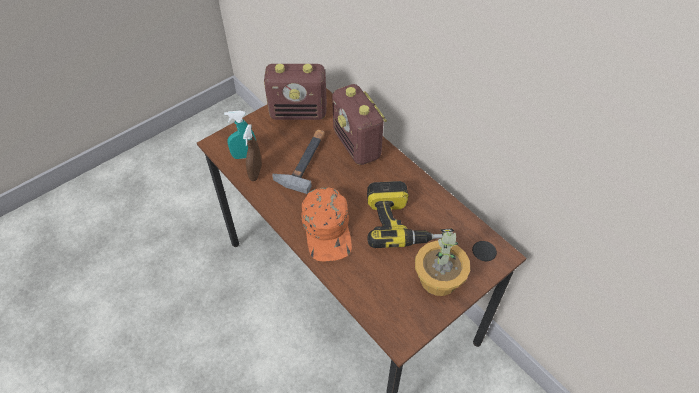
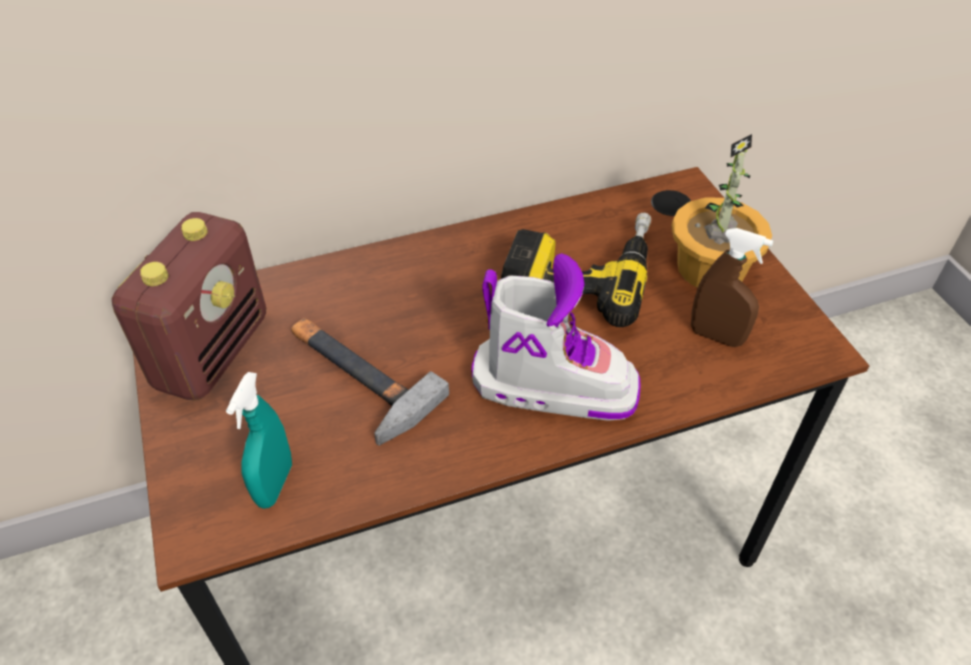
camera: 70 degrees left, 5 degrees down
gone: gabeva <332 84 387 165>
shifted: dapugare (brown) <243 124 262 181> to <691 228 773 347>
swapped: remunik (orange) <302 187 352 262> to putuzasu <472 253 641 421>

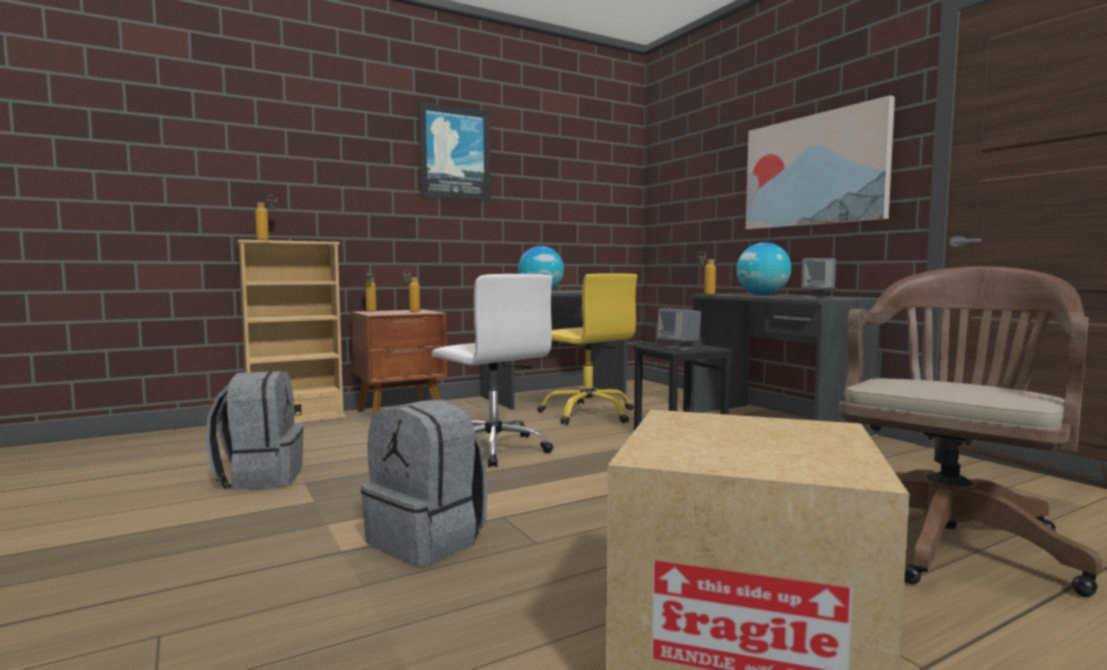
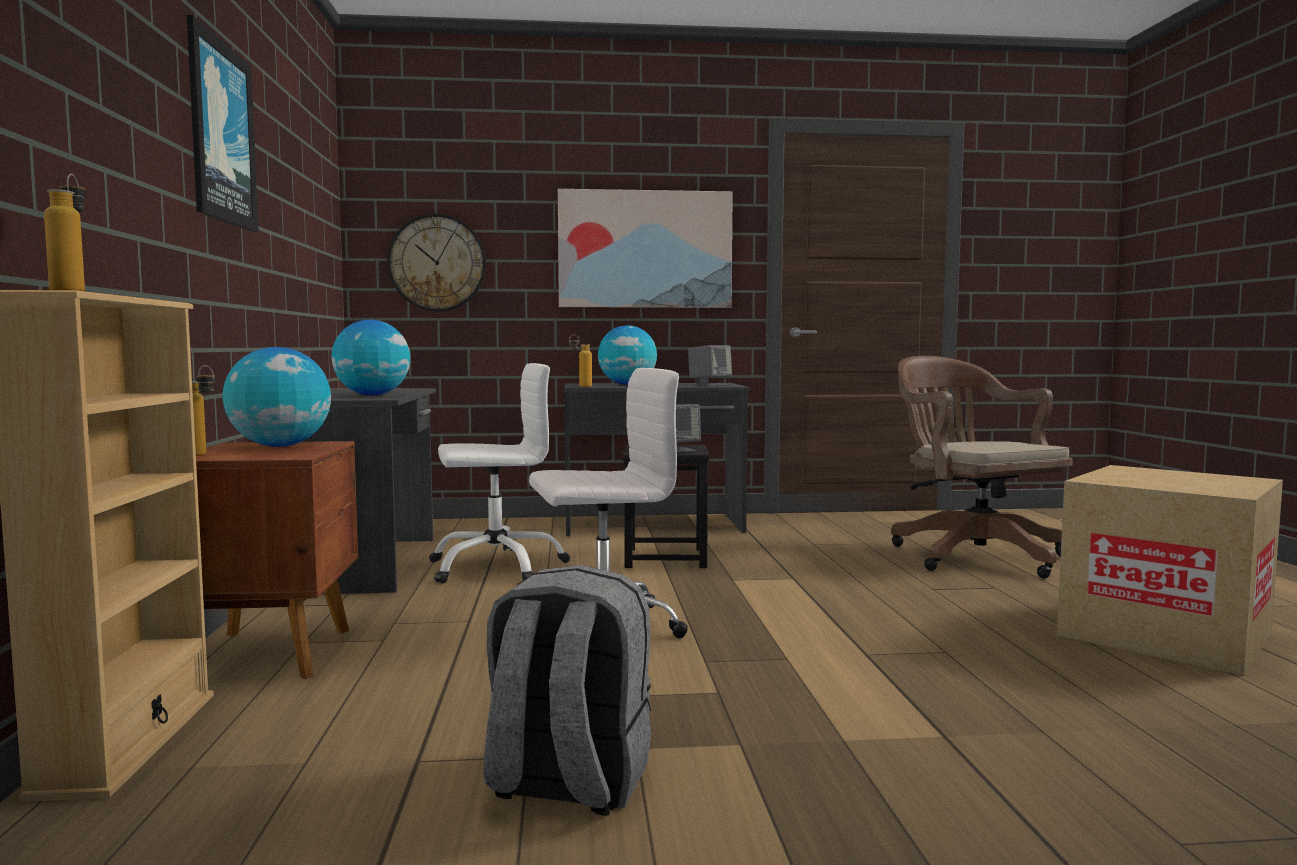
camera: 65 degrees left, 0 degrees up
gone: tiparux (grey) <361 400 487 566>
new: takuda <387 213 486 311>
swapped: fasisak <402 270 420 312> to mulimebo <223 347 331 447>
repainted: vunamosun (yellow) <537 273 637 425> to vunamosun (white) <429 363 570 583>

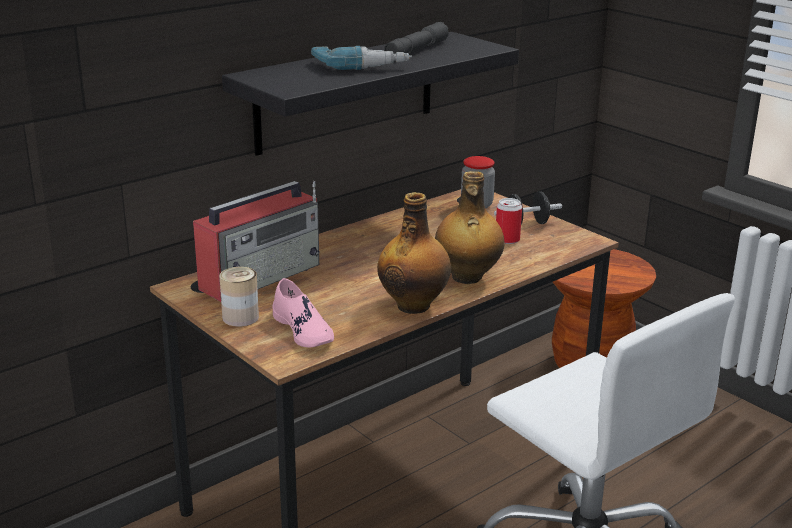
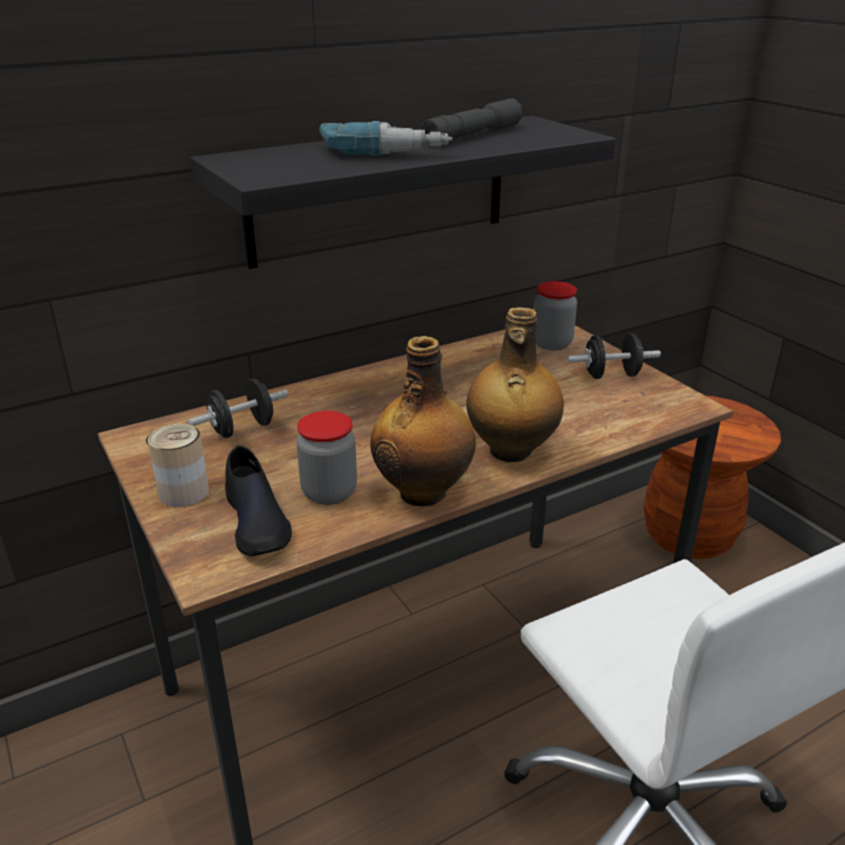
camera: 10 degrees right, 5 degrees up
gone: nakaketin <496 198 522 244>
new: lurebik <297 411 357 505>
swapped: gabeva <193 181 320 302> to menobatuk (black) <187 379 289 438>
repainted: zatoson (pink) <273 278 334 347> to zatoson (black) <225 445 292 556>

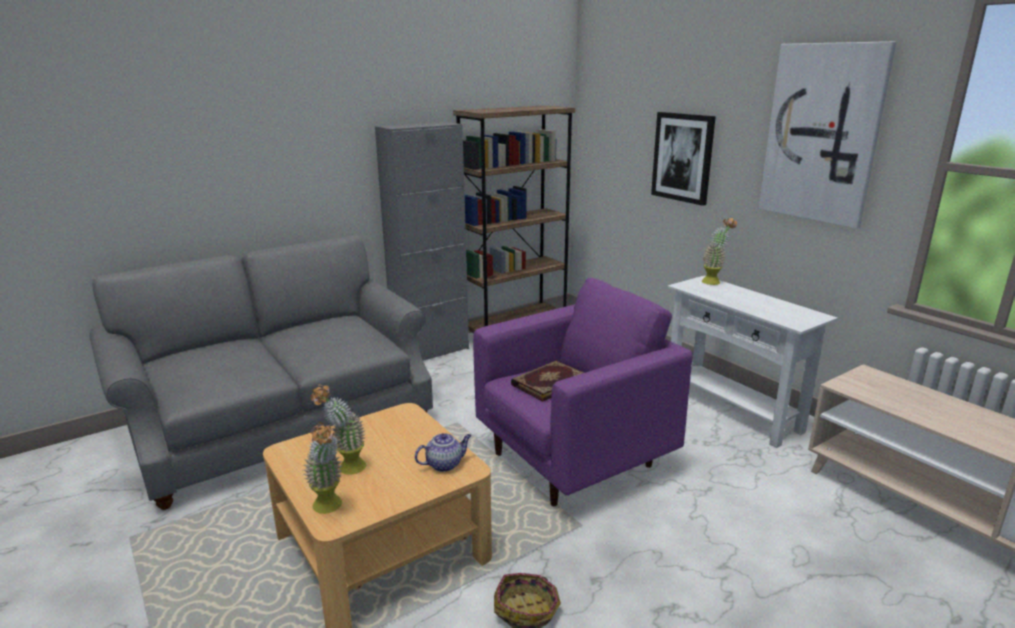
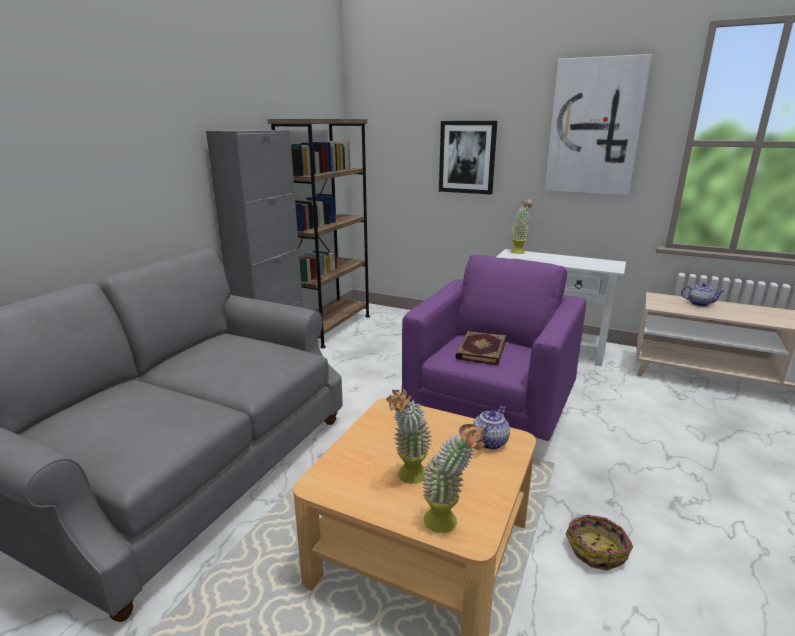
camera: 30 degrees left, 0 degrees up
new: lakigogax <681 283 724 307>

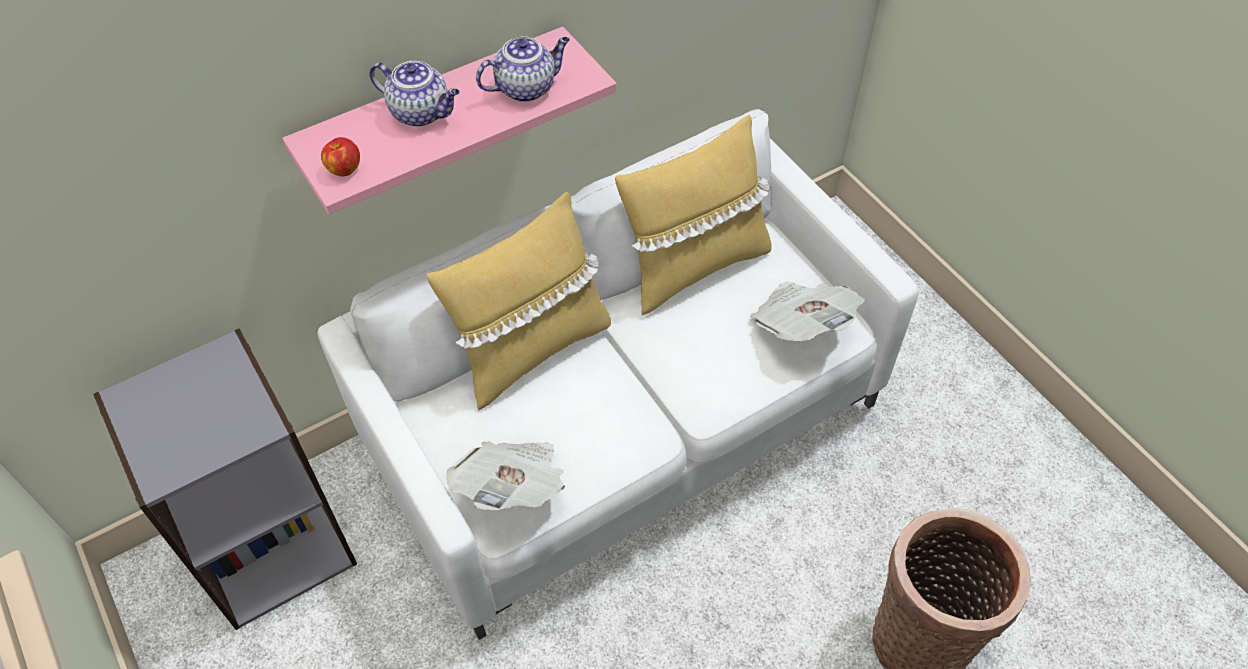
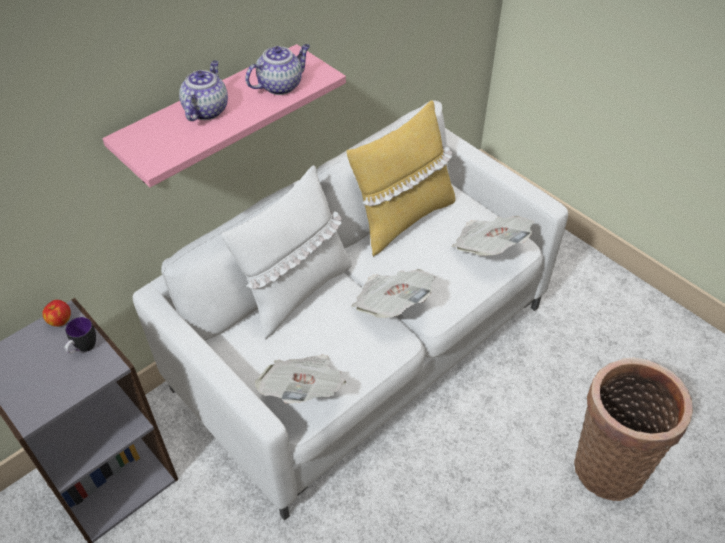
camera: 10 degrees left, 5 degrees down
new: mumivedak <65 317 96 353>; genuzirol <351 269 436 318>
shifted: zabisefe <321 137 360 176> to <42 300 71 327>
repainted: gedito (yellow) <427 192 611 410> to gedito (white) <221 165 352 339>
rotated: lakigogax <370 61 460 127> = <179 61 228 121> 90 degrees counterclockwise

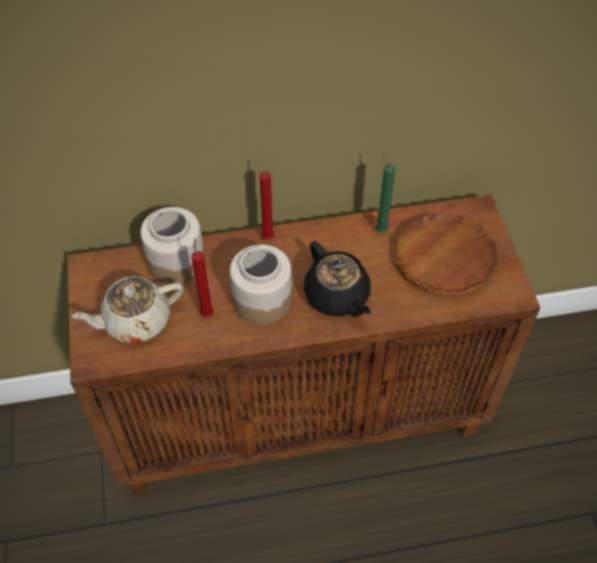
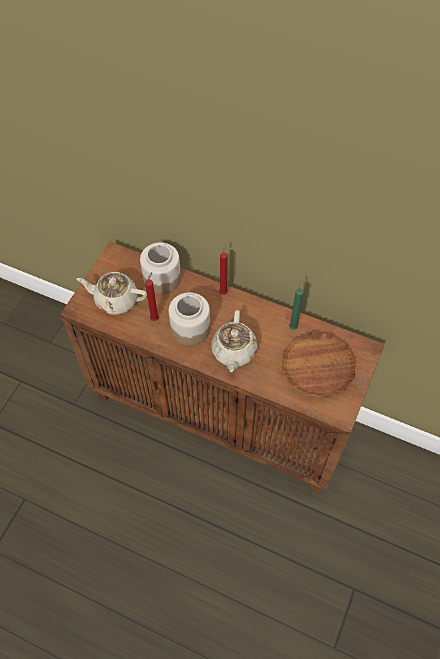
camera: 35 degrees right, 5 degrees up
repainted: lakigogax (black) <304 241 371 317> to lakigogax (beige) <211 310 258 372>

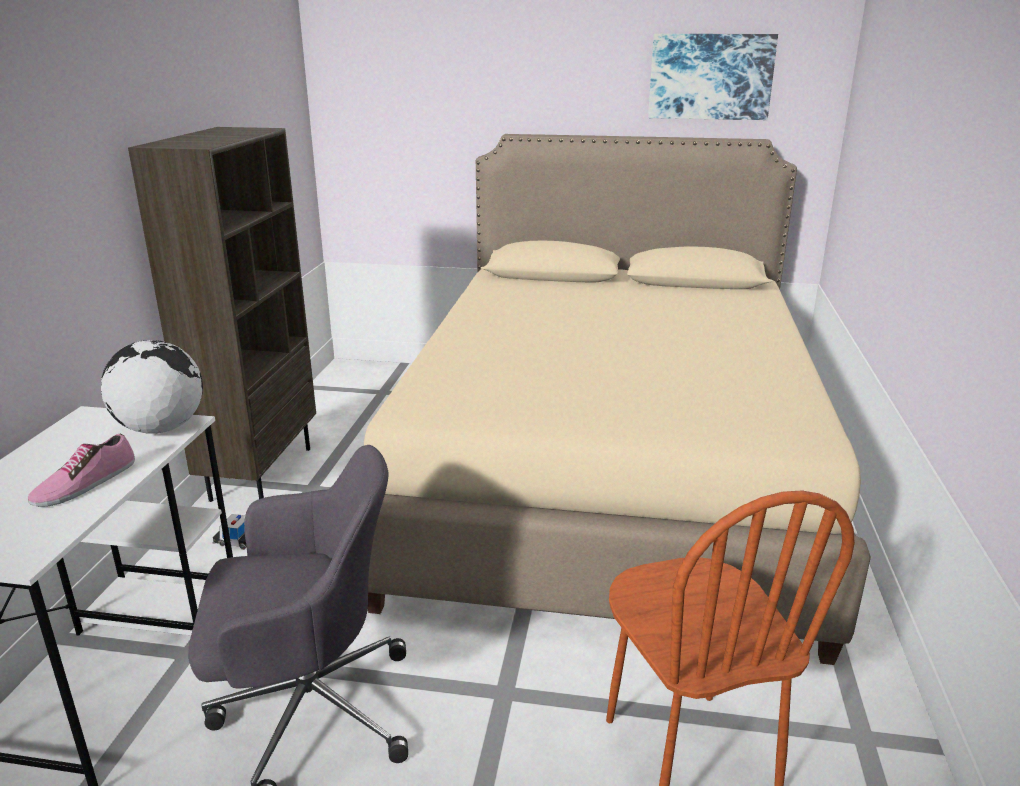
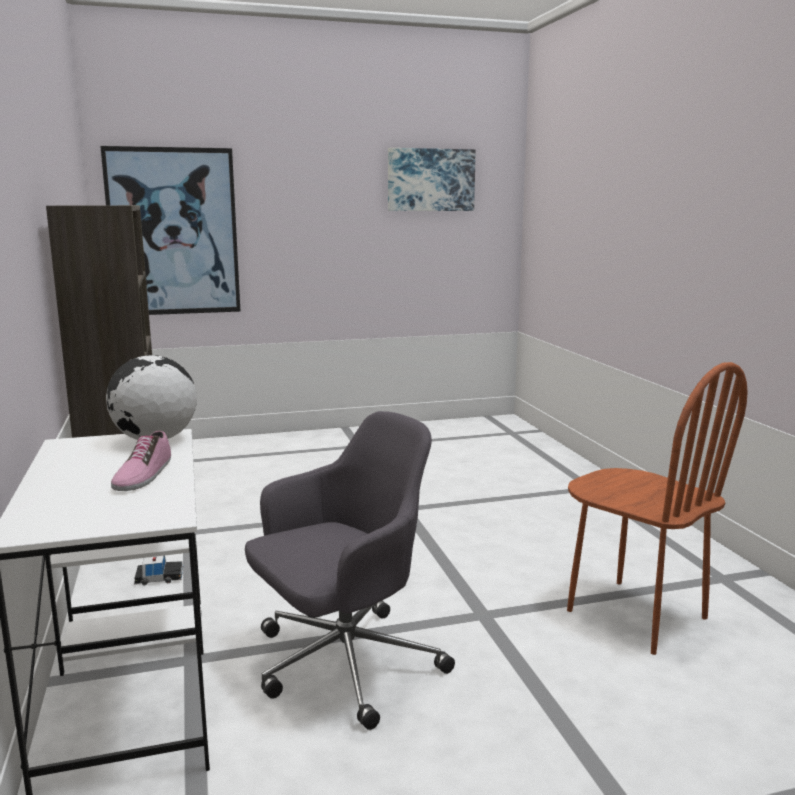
camera: 25 degrees left, 10 degrees down
gone: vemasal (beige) <364 134 871 665>
new: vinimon <100 146 241 315>

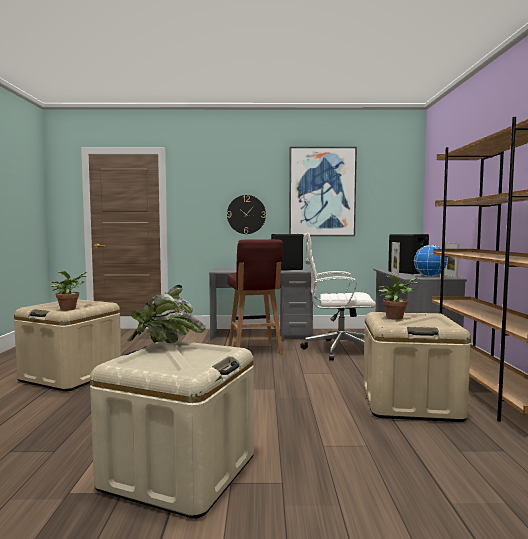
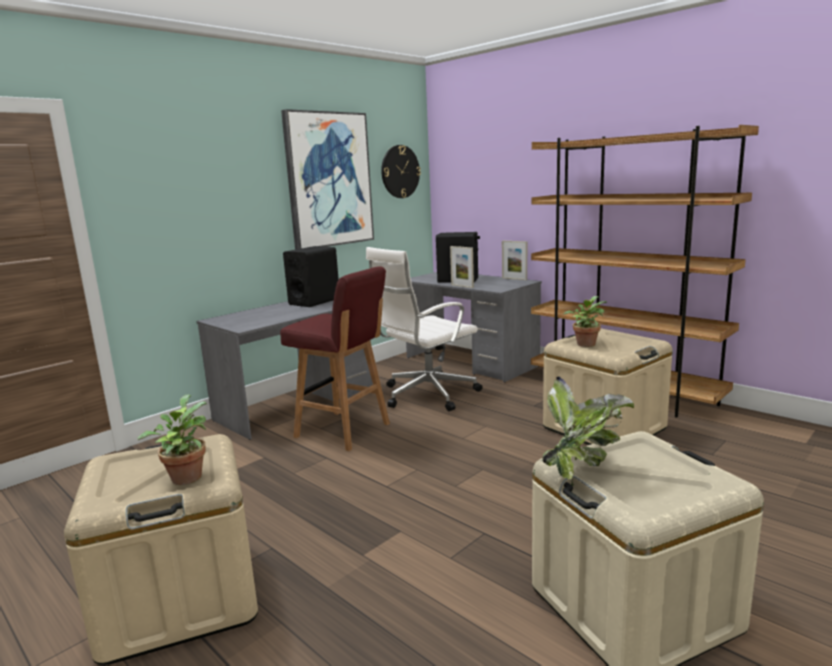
camera: 45 degrees left, 10 degrees up
gone: mulimebo <414 245 448 277>
shifted: takuda <227 195 266 234> to <381 145 421 198>

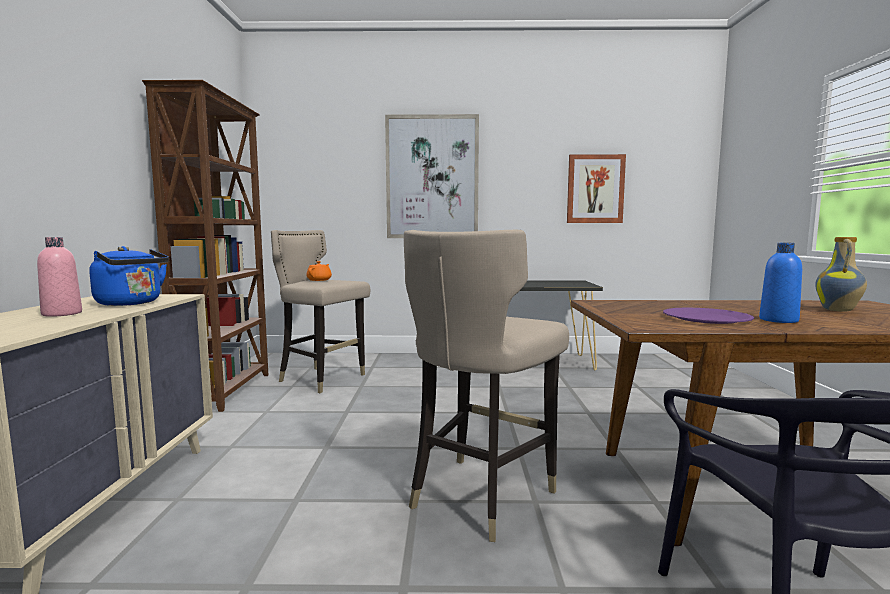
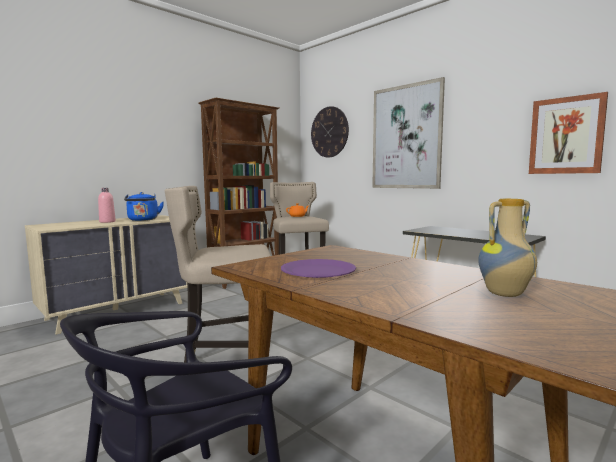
camera: 45 degrees right, 0 degrees up
gone: fasisak (blue) <759 243 802 323>
new: takuda <311 106 349 158>

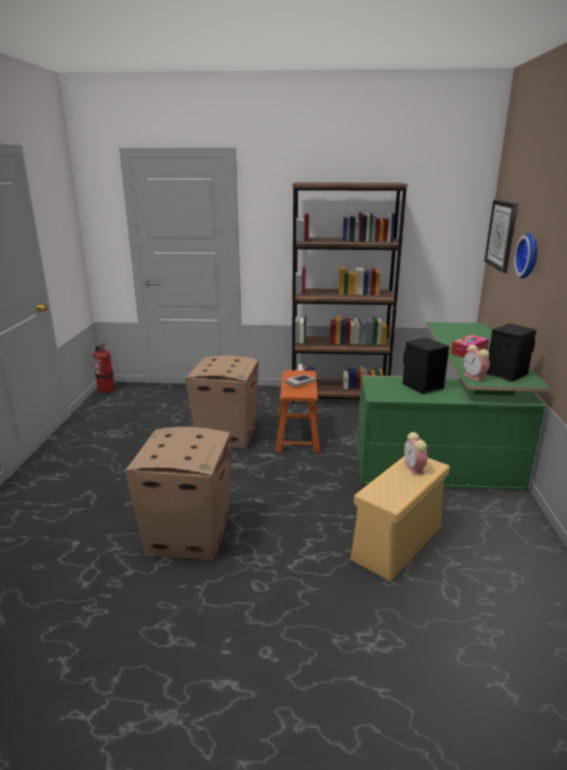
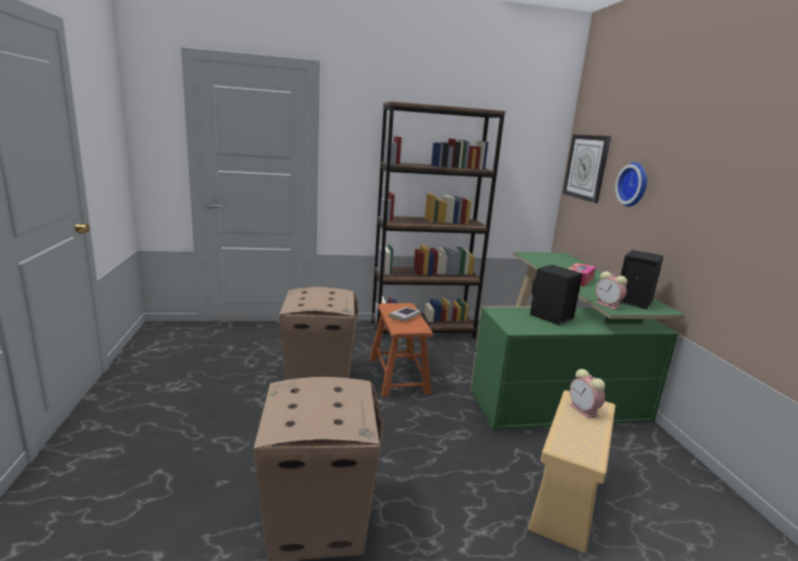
camera: 15 degrees left, 5 degrees down
gone: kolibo <93 343 115 393>

